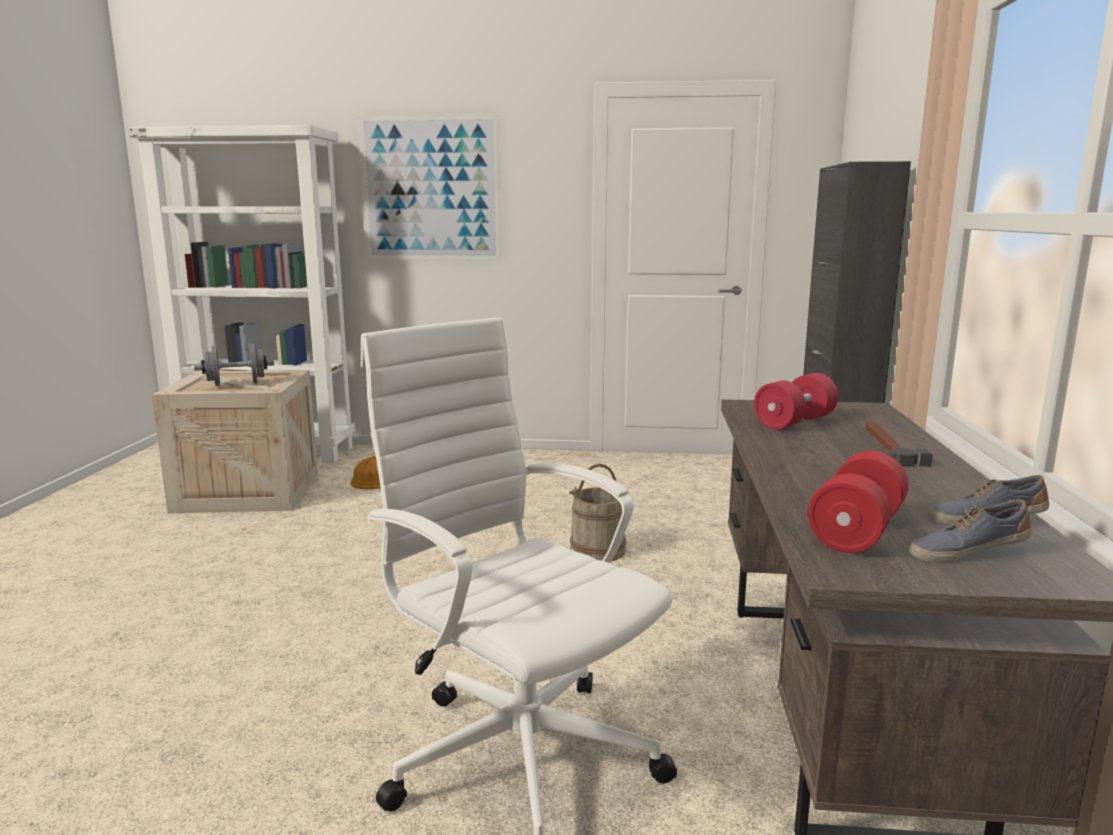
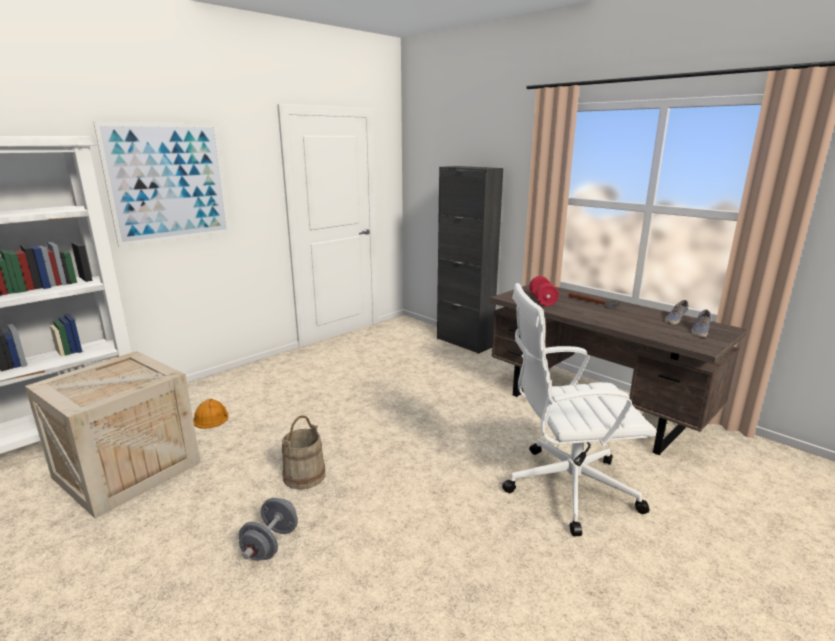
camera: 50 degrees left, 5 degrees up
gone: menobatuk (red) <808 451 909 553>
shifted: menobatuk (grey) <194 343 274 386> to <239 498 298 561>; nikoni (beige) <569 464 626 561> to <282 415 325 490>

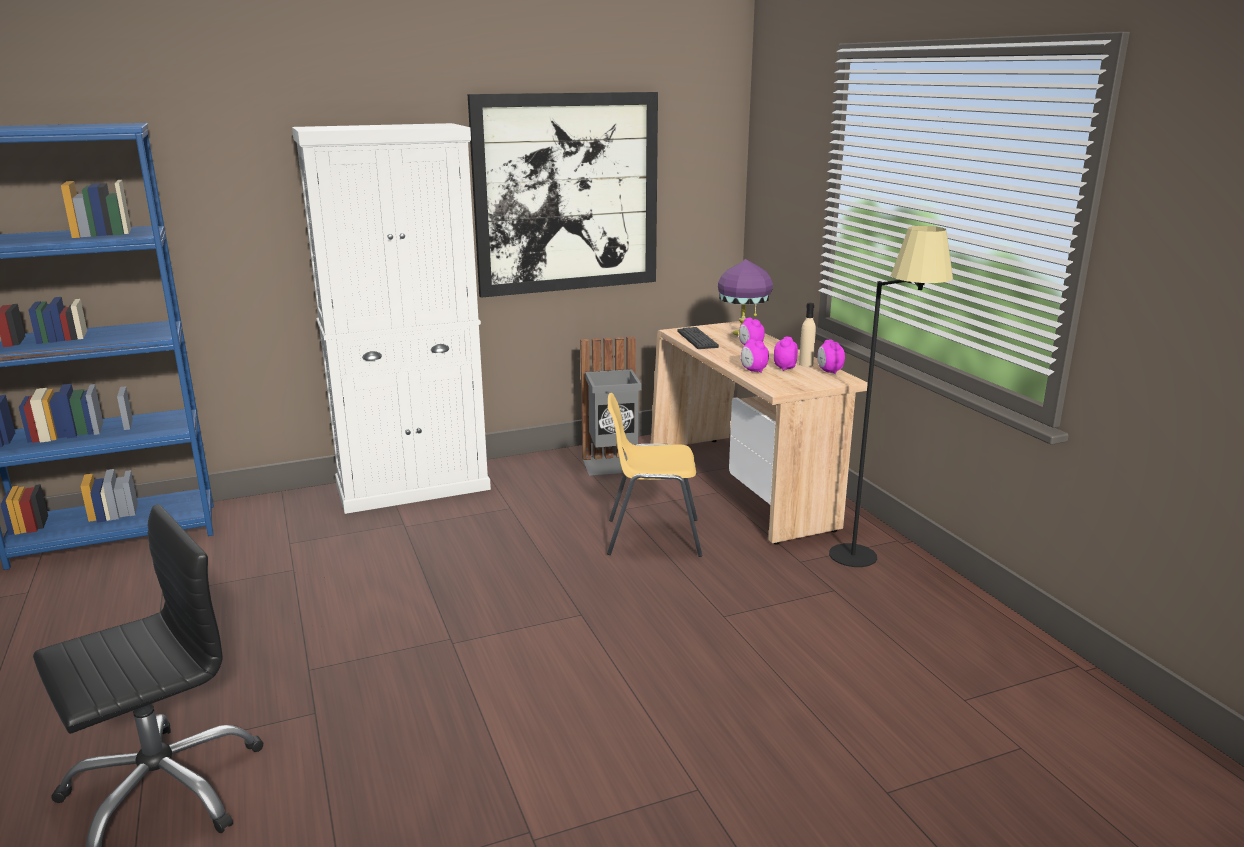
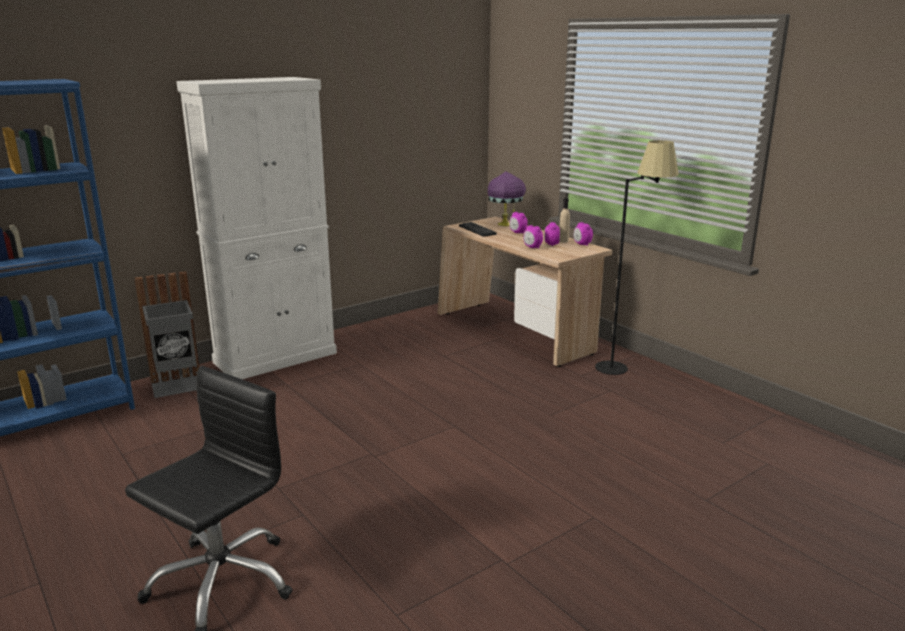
camera: 15 degrees left, 0 degrees up
gone: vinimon <468 92 658 298>; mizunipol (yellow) <607 393 703 557>
shifted: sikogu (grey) <580 336 642 476> to <135 271 199 398>

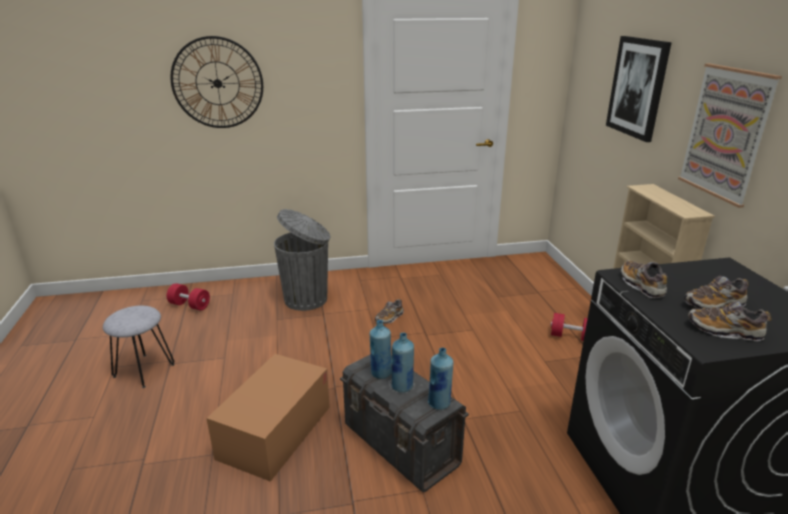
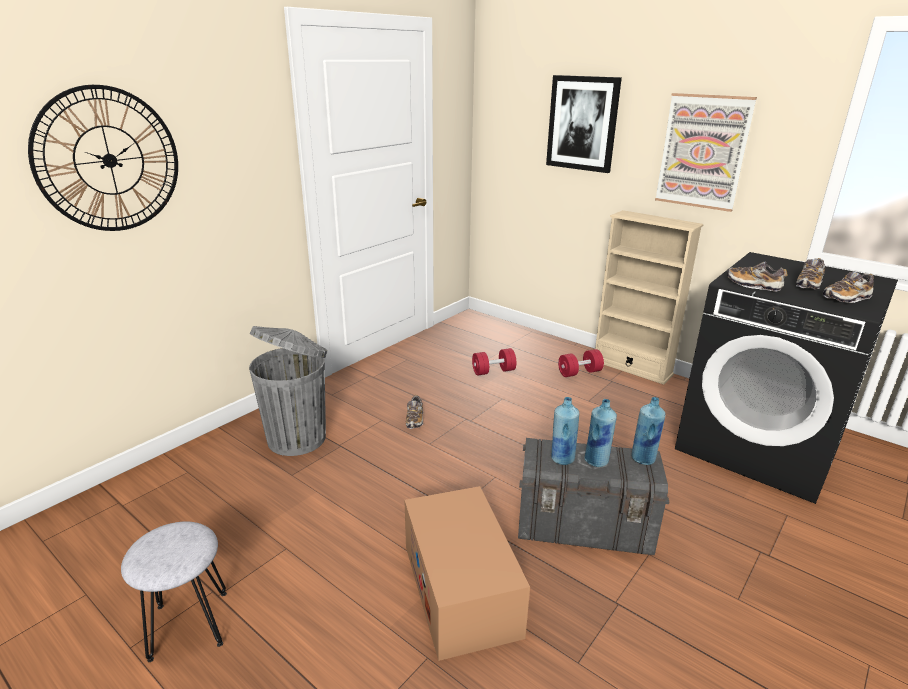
camera: 40 degrees left, 0 degrees up
shifted: menobatuk (red) <167 283 210 310> to <472 348 516 376>

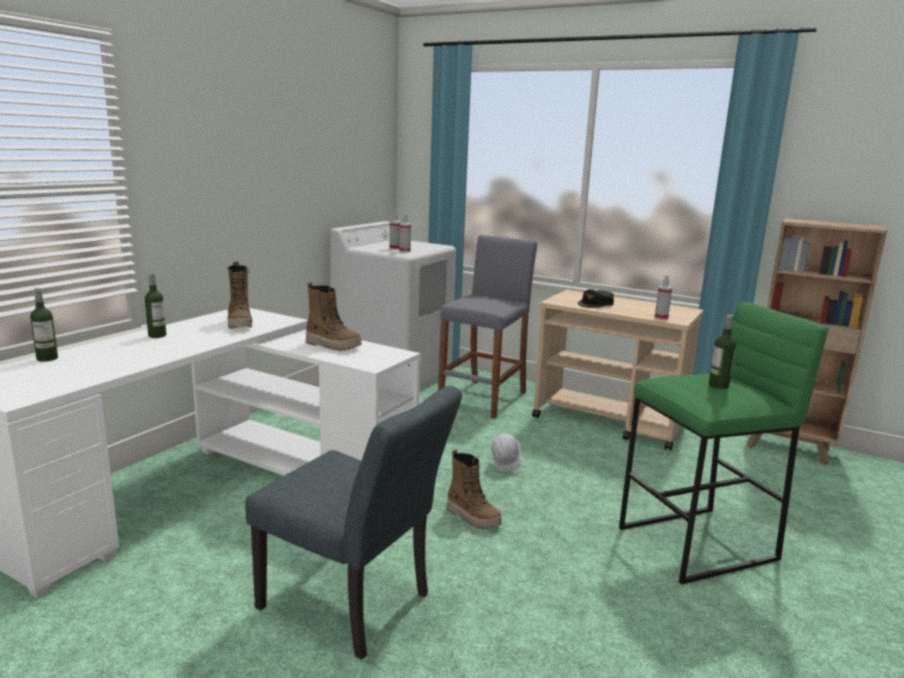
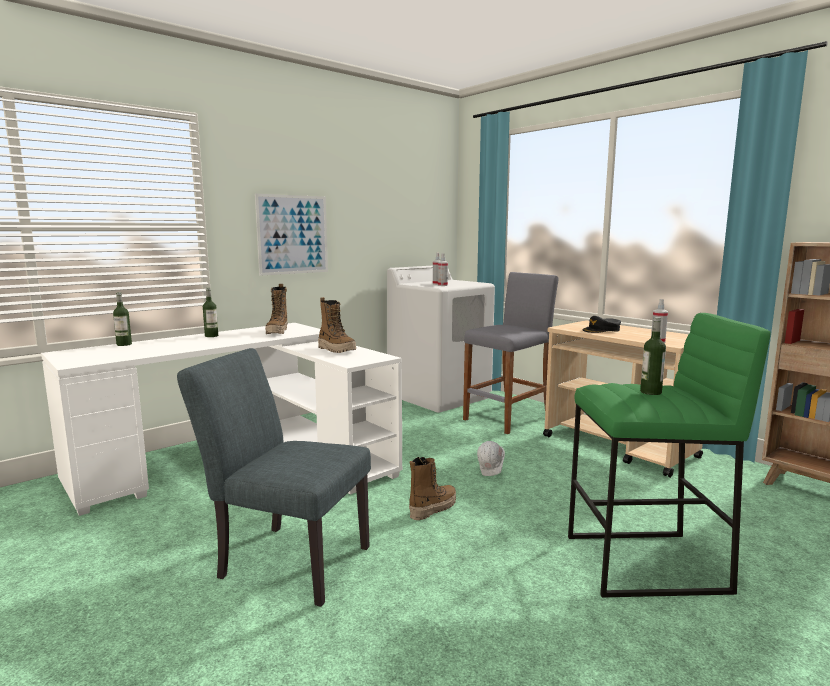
camera: 20 degrees right, 5 degrees down
new: vinimon <255 194 328 276>
rotated: mizunipol (grey) <245 386 462 660> = <177 348 371 607> 150 degrees clockwise; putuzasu <446 449 502 529> = <409 457 456 520> 105 degrees counterclockwise

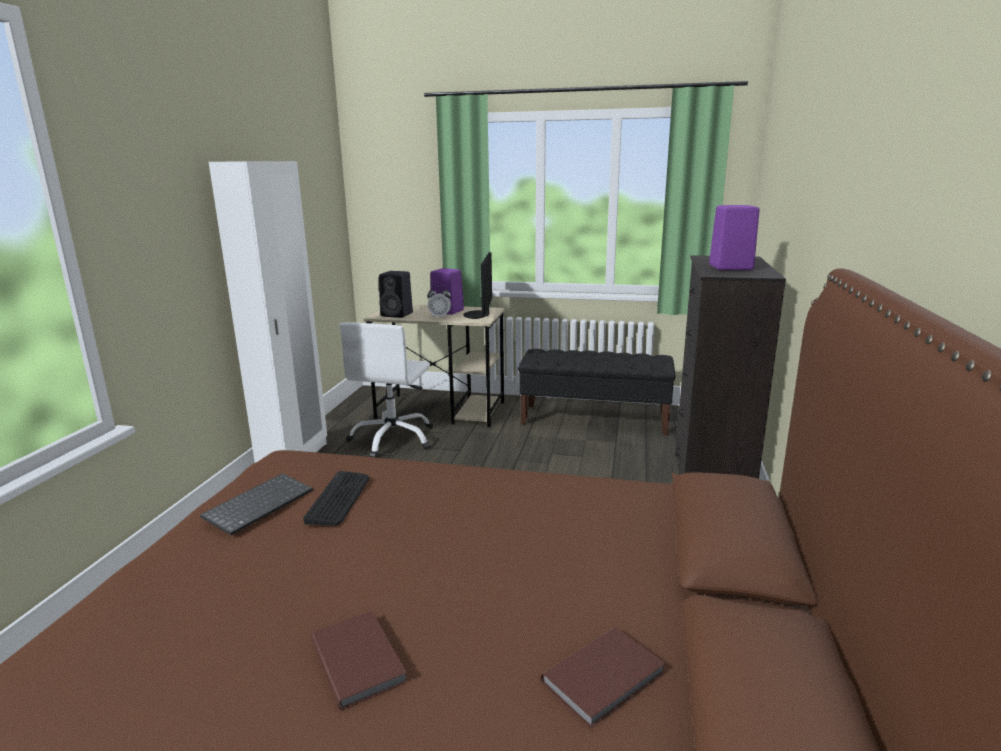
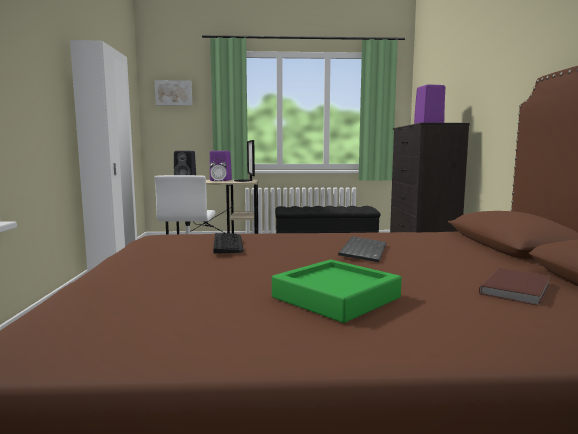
camera: 15 degrees left, 10 degrees down
new: vinimon <155 80 192 106>
shifted: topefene <200 473 313 535> to <338 236 386 262>
swapped: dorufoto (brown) <311 611 408 710> to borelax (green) <272 260 402 323>

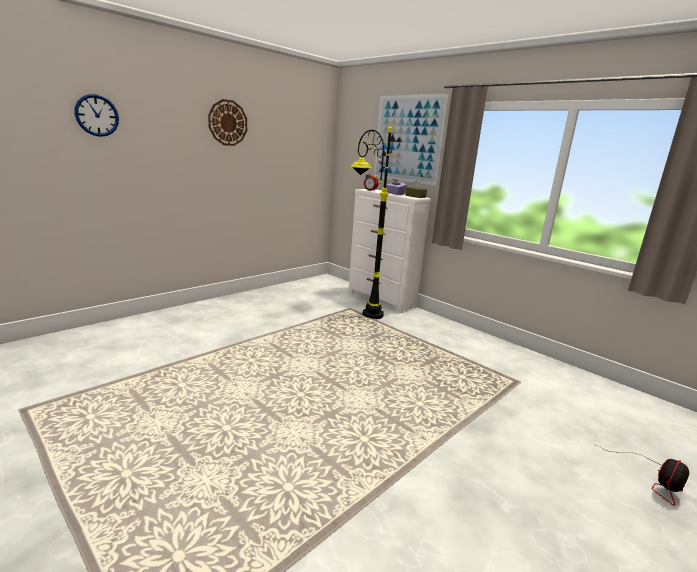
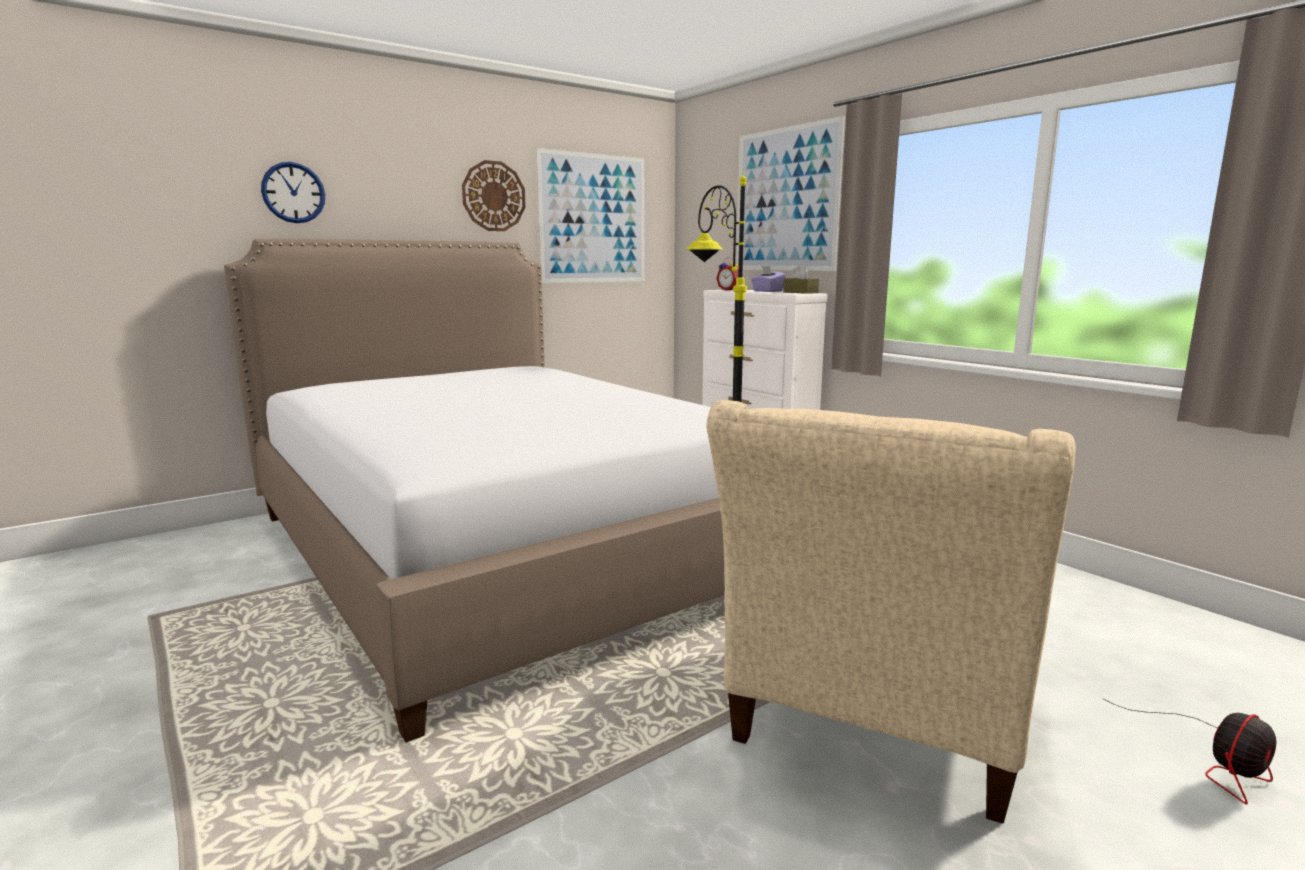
camera: 10 degrees right, 5 degrees down
new: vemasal <224 239 725 743>; vinimon <536 148 645 283>; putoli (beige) <707 400 1076 824>

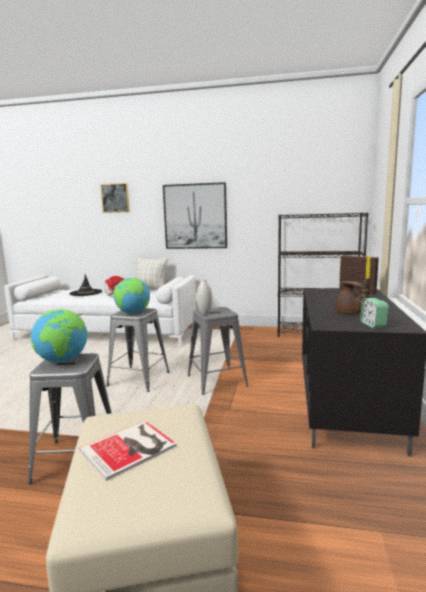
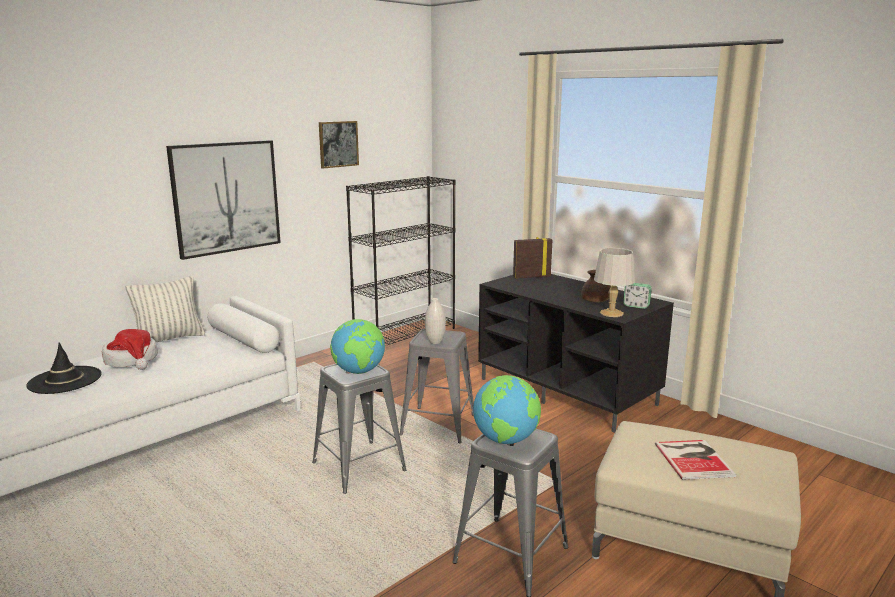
camera: 55 degrees left, 5 degrees up
new: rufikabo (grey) <594 248 635 317>
shifted: vinimon <100 183 130 213> to <319 121 359 169>

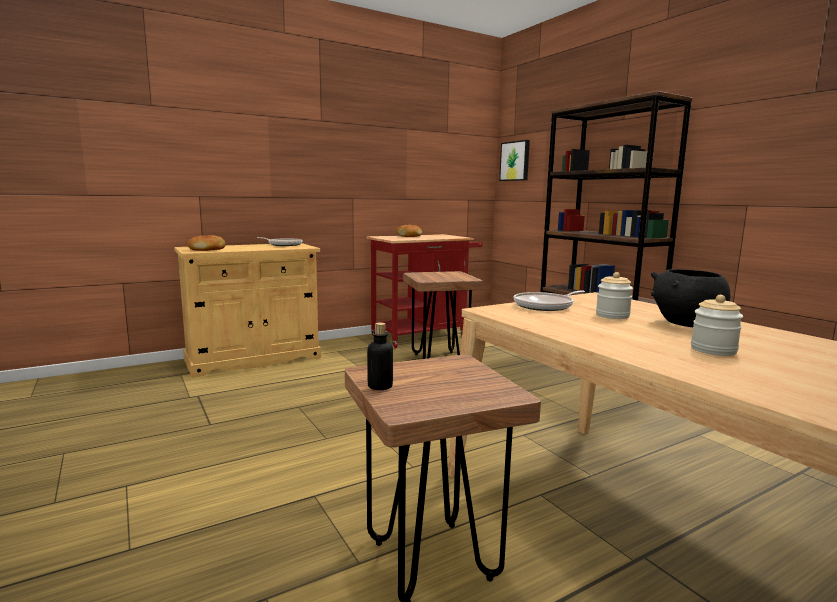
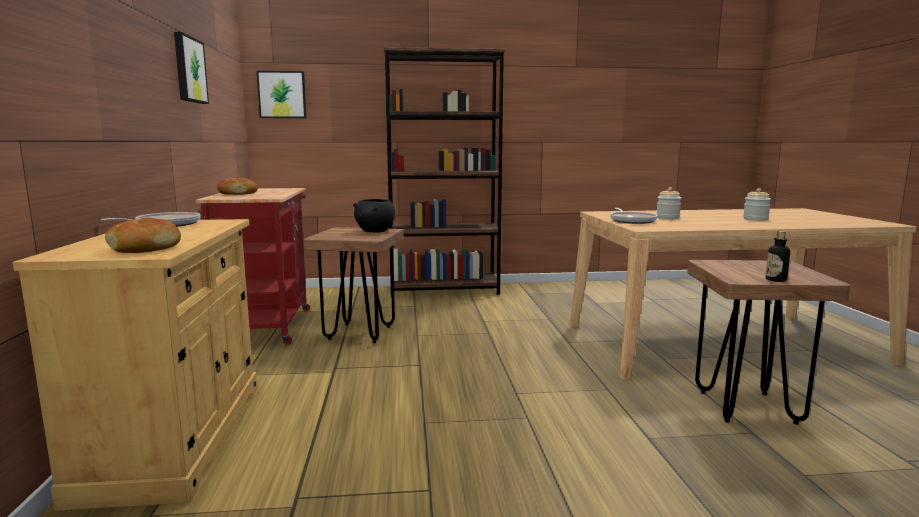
camera: 65 degrees left, 0 degrees up
new: vinimon <174 32 209 104>
shifted: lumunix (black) <651 269 730 327> to <353 199 395 232>

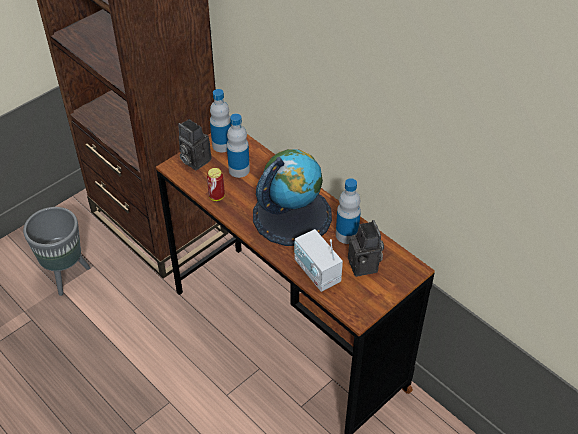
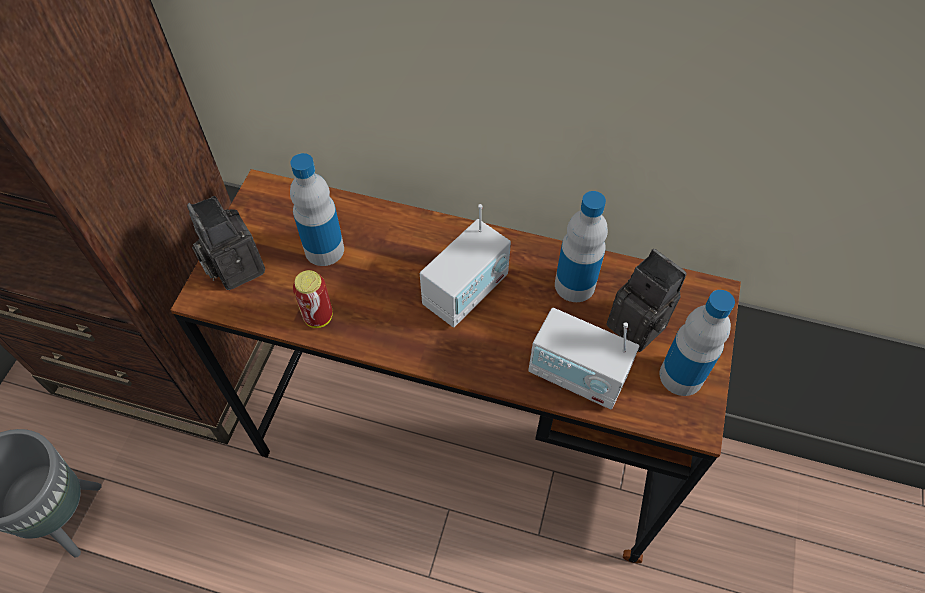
camera: 30 degrees left, 10 degrees up
shifted: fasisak <210 89 231 152> to <659 290 735 396>
swapped: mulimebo <253 149 332 246> to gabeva <420 204 511 328>
rotated: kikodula <178 119 211 170> = <187 196 265 290> 45 degrees clockwise

